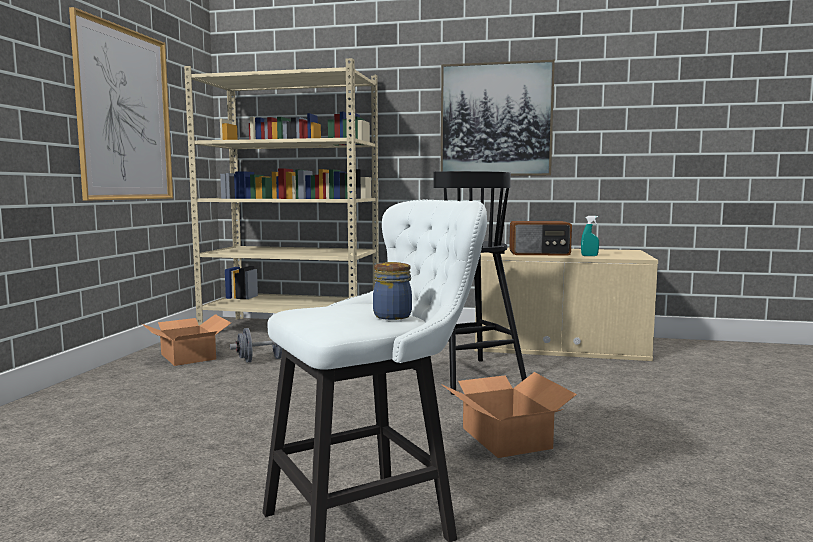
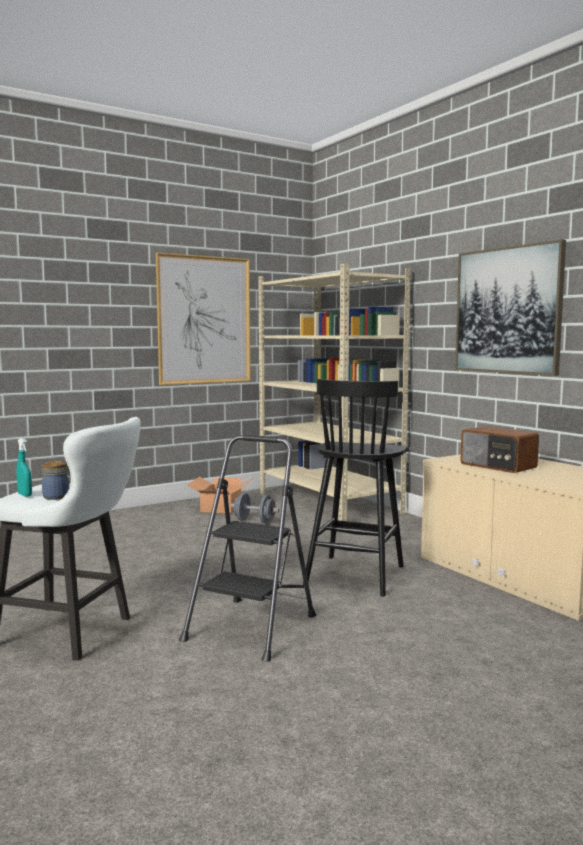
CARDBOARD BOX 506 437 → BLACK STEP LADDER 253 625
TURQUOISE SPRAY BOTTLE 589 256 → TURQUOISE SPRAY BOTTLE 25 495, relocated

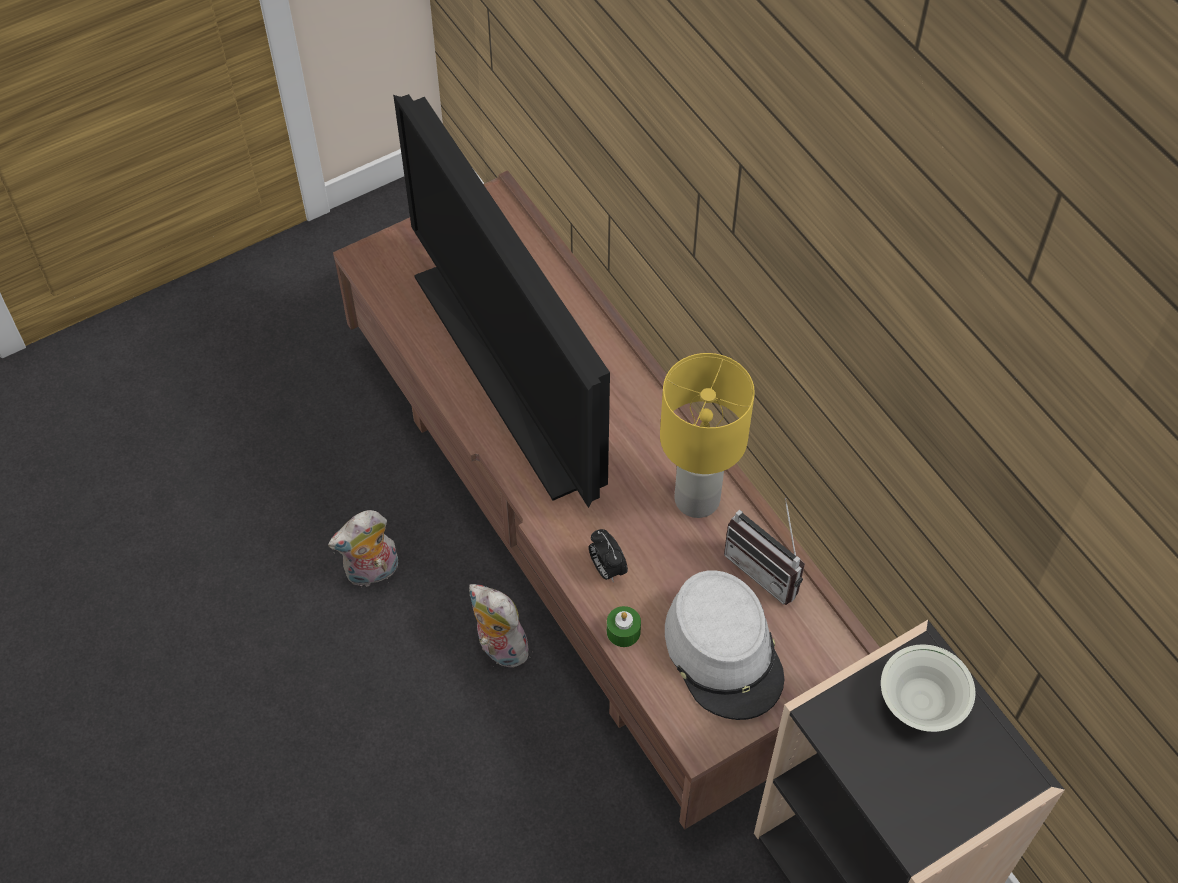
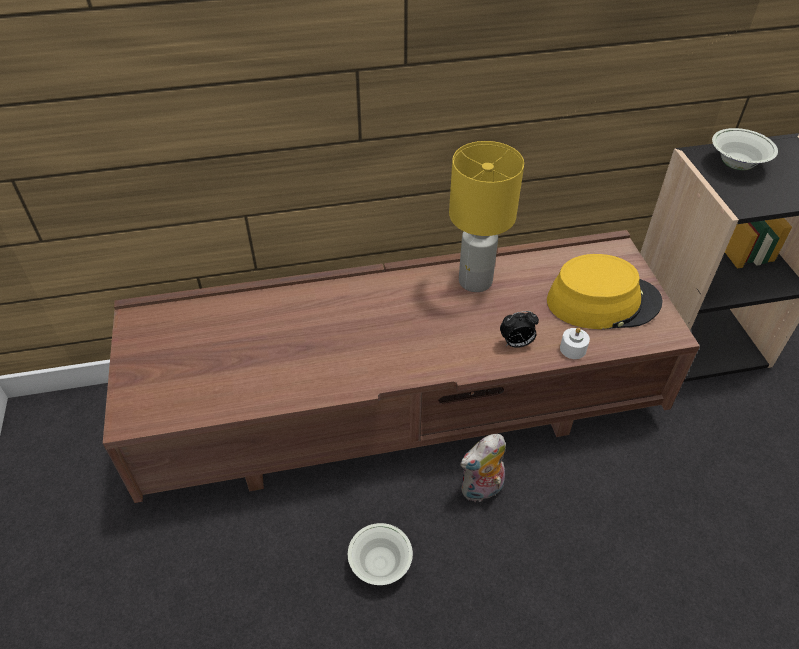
PLUSH TOY 372 573 → WHITE BOWL 380 564
TELEVISION 507 375 → -
GREEN CANDLE 623 631 → WHITE CANDLE 573 349
GREY HAT 724 652 → YELLOW HAT 603 301
RADIO 768 568 → -

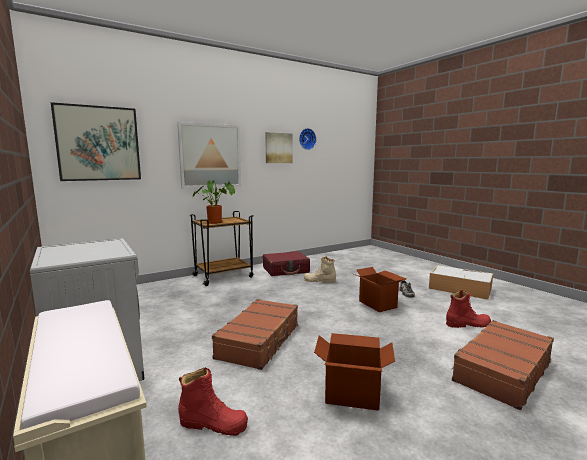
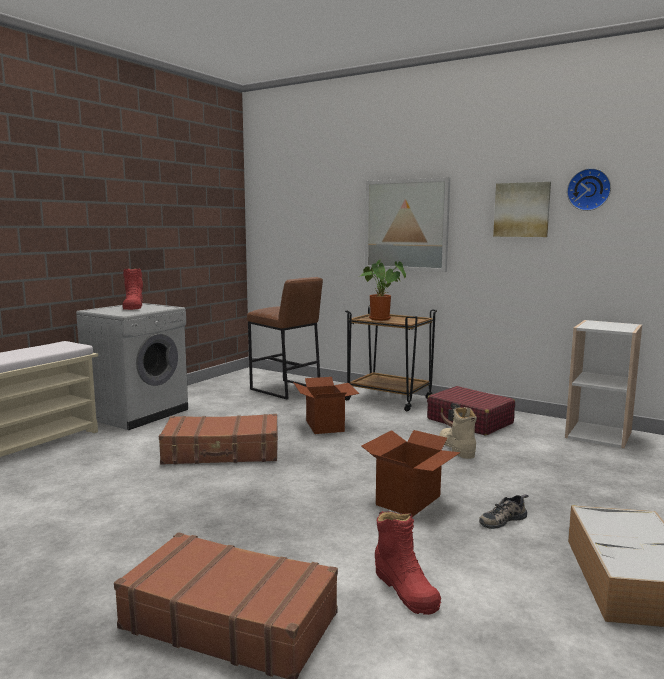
PICTURE 98 143 → -
RED BOOT 213 424 → RED BOOT 133 307, relocated
CARDBOARD BOX 352 394 → CARDBOARD BOX 325 426, relocated
- → BROWN STOOL 286 389
- → BOOKCASE 599 434

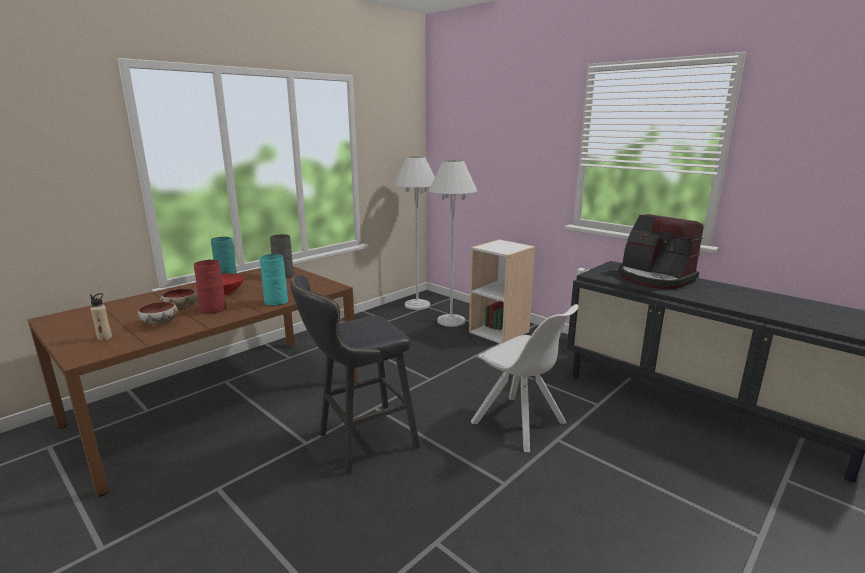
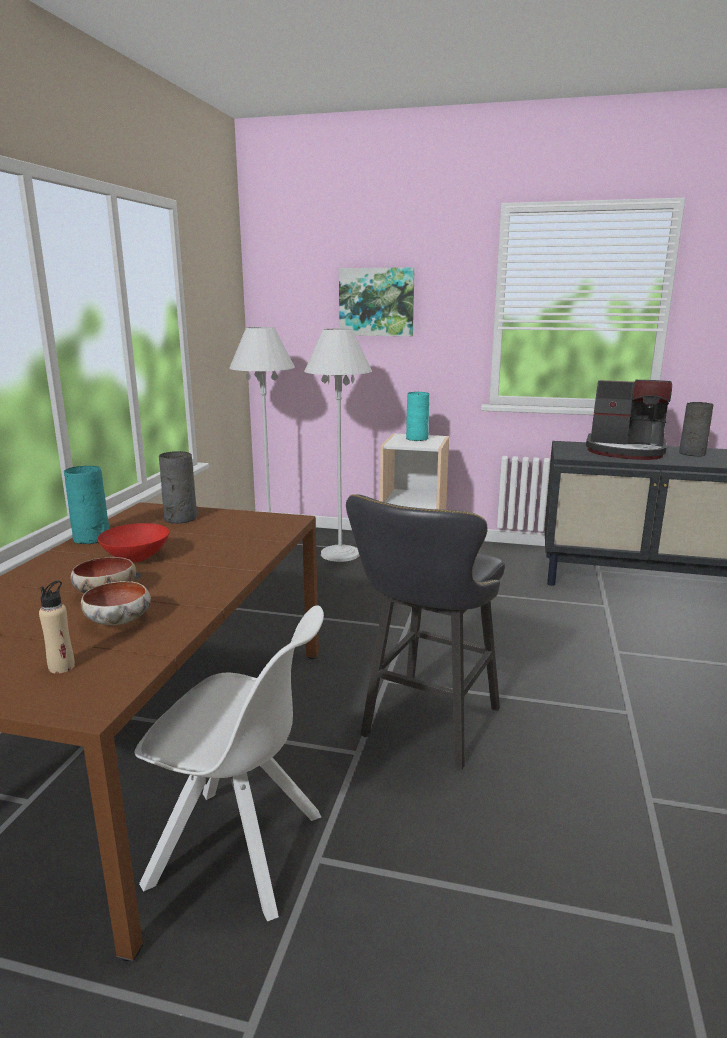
RED VASE 213 309 → -
TURQUOISE VASE 276 301 → TURQUOISE VASE 416 438, relocated
WHITE CHAIR 520 423 → WHITE CHAIR 240 850, relocated
- → PICTURE 376 302
- → GREY VASE 692 453

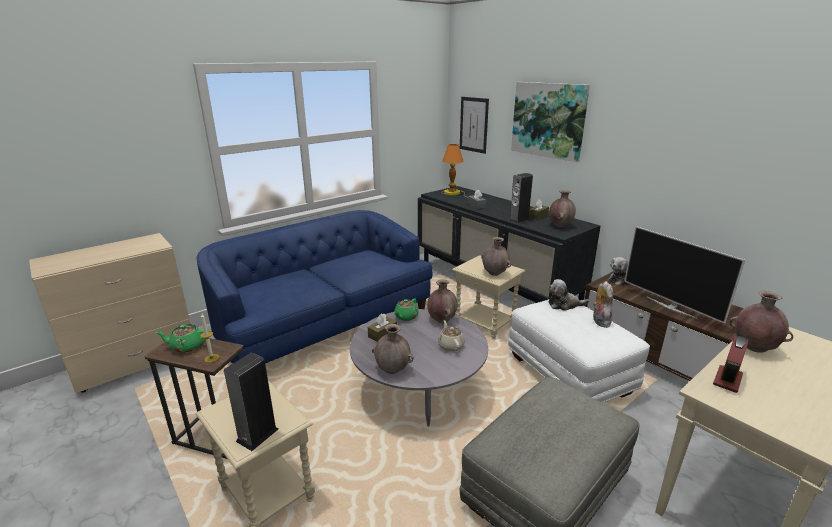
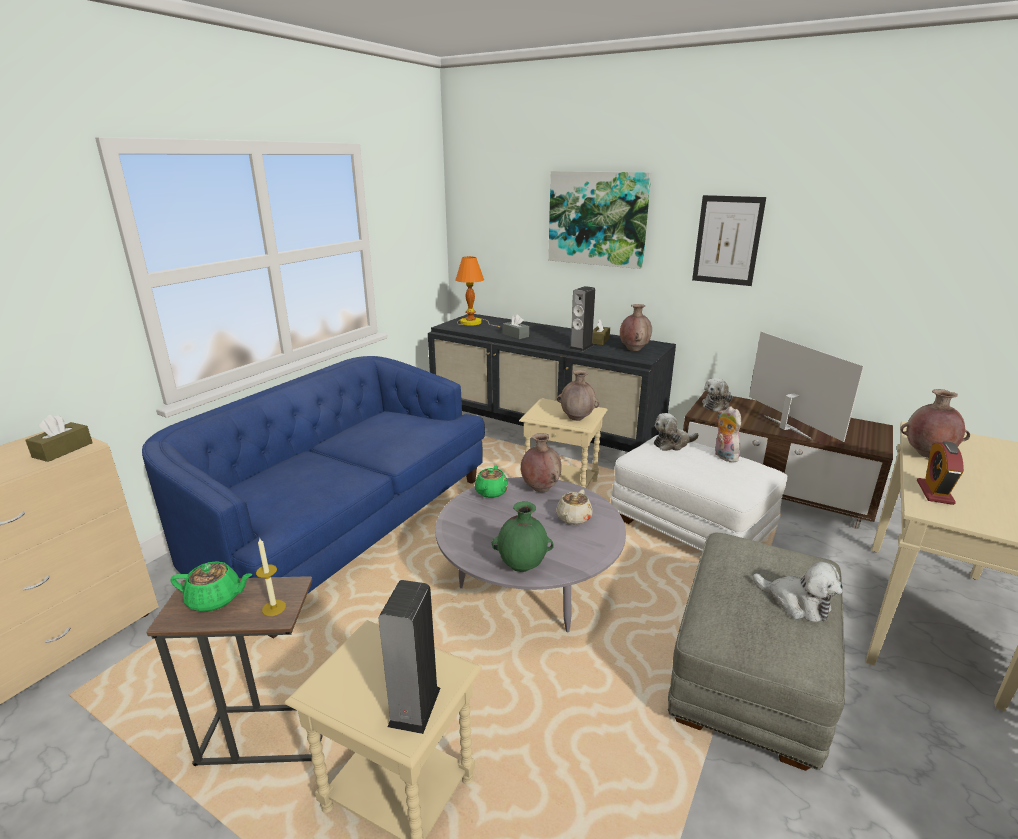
GREEN TEAPOT 187 346 → GREEN TEAPOT 216 599, 150 degrees counterclockwise
BROWN TISSUE BOX 382 334 → BROWN TISSUE BOX 63 450, relocated
BROWN VASE 393 370 → GREEN VASE 522 566
BEIGE TEAPOT 451 345 → BEIGE TEAPOT 573 518, 120 degrees counterclockwise
PICTURE 473 124 → PICTURE 727 240, relocated
TELEVISION 671 307 → TELEVISION 786 427, 150 degrees counterclockwise
- → PLUSH TOY 797 603

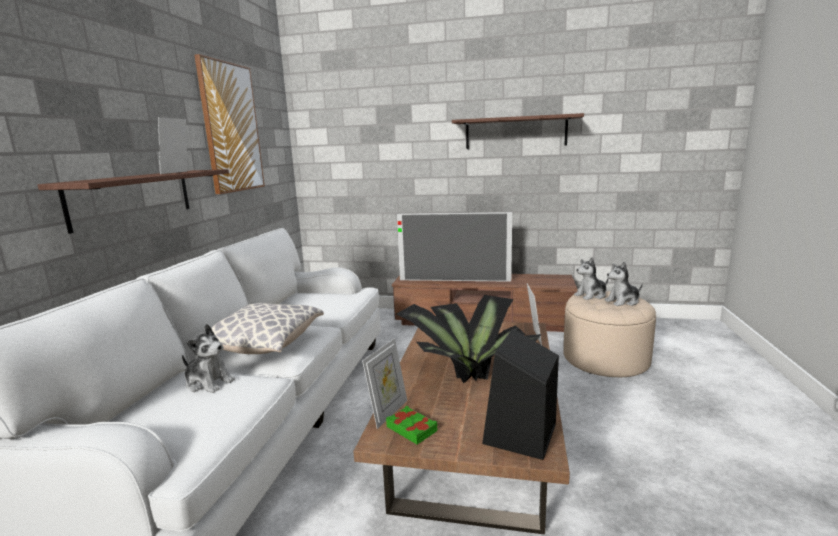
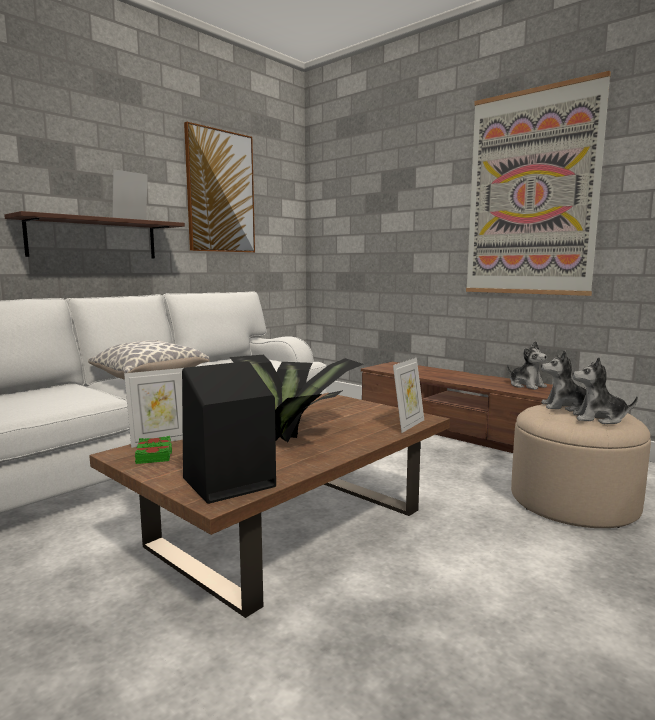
PLUSH TOY 209 382 → PLUSH TOY 526 385, relocated
TELEVISION 454 280 → -
SHELF 515 132 → PICTURE 531 194

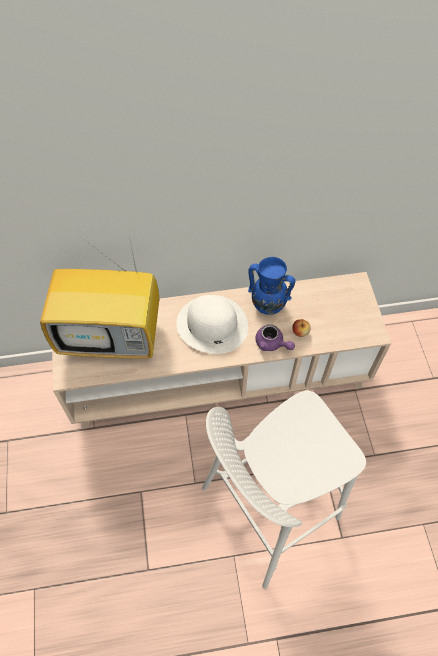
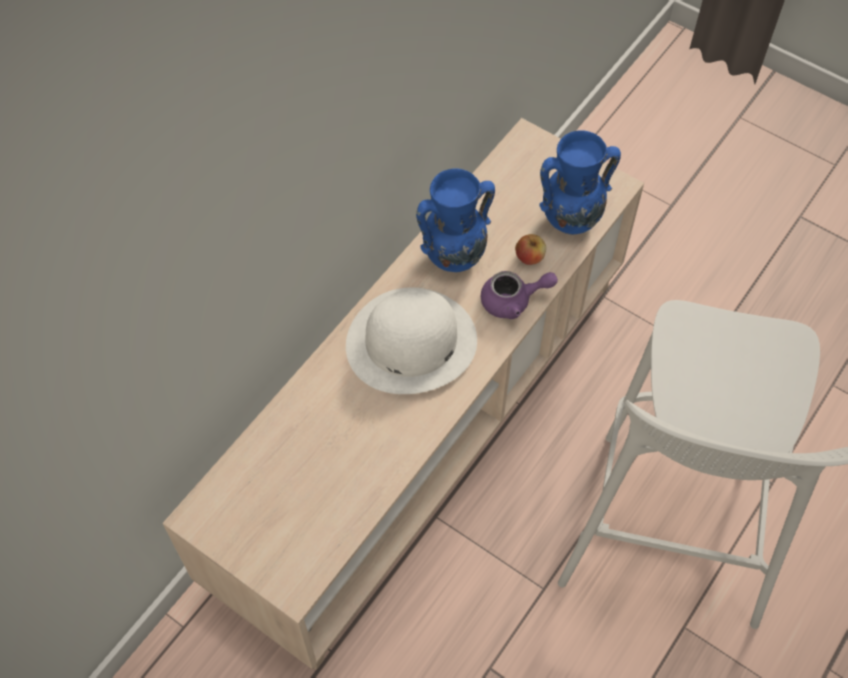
TELEVISION 113 336 → -
- → BLUE VASE 569 221

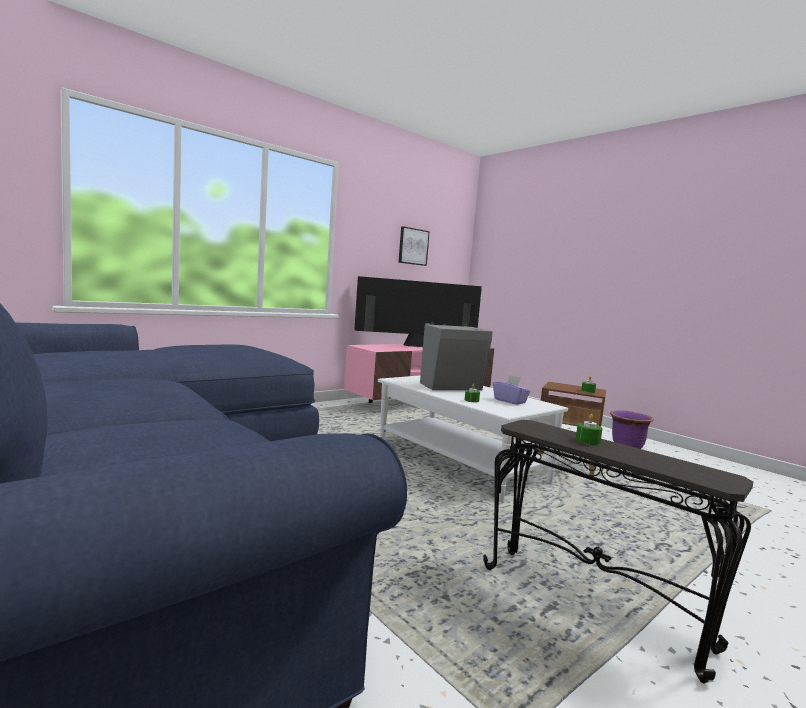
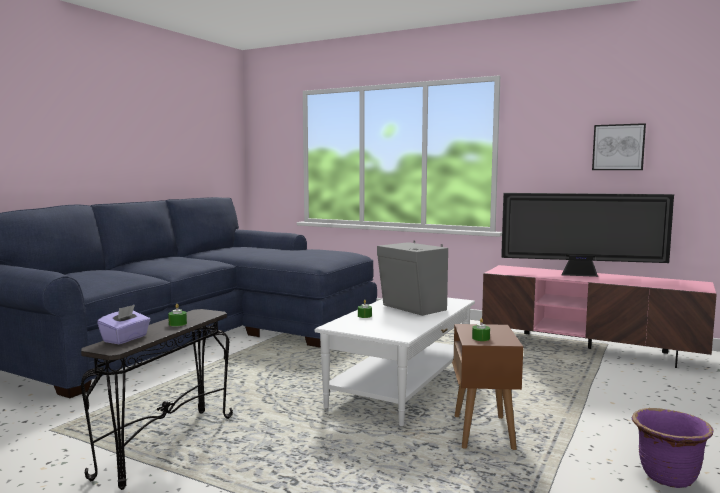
TELEVISION 415 346 → TELEVISION 581 275, 135 degrees clockwise
PURPLE TISSUE BOX 510 401 → PURPLE TISSUE BOX 125 339, relocated

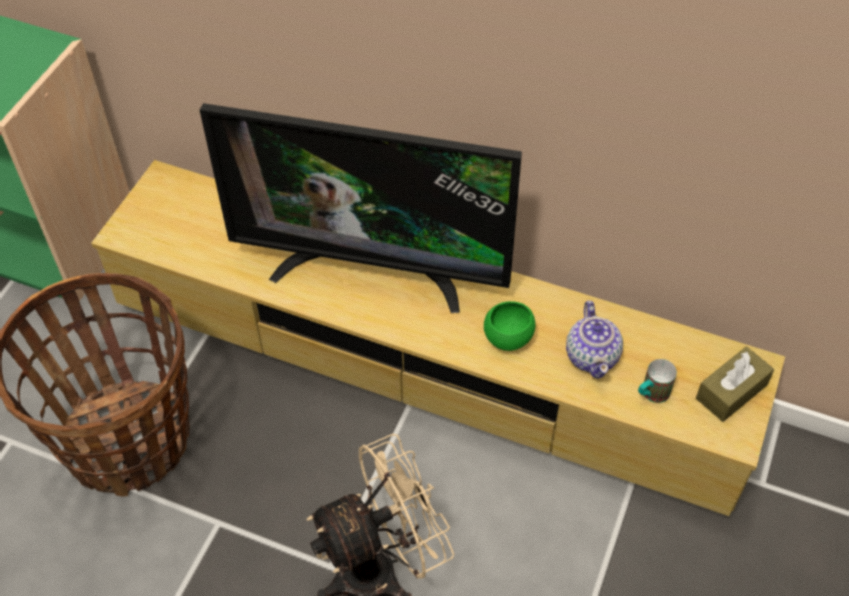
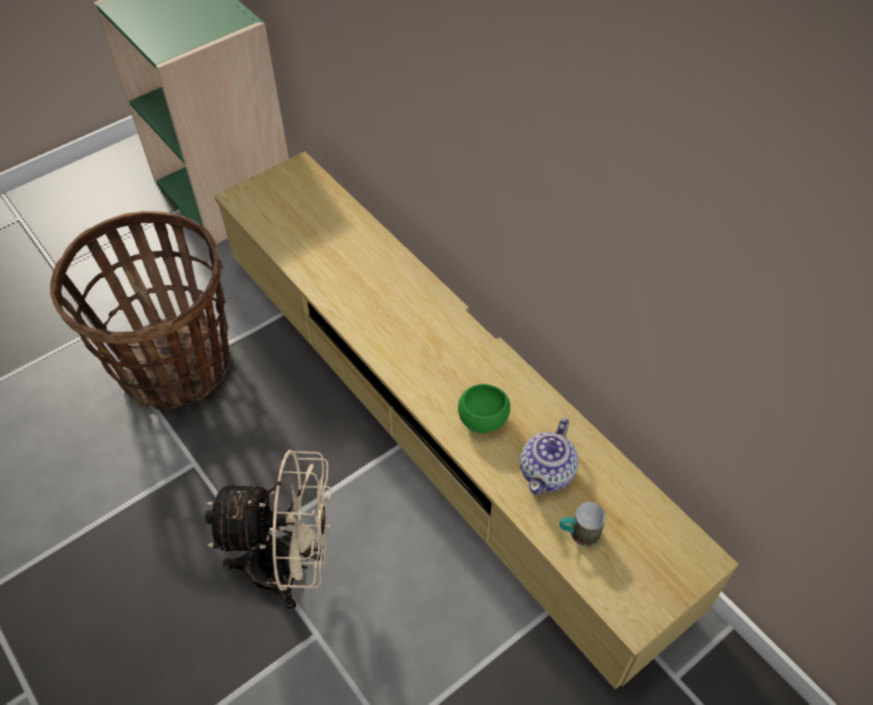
TELEVISION 372 269 → -
BROWN TISSUE BOX 731 391 → -

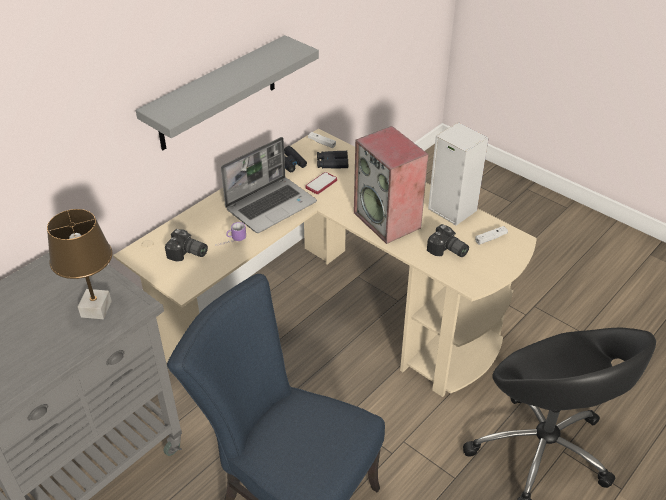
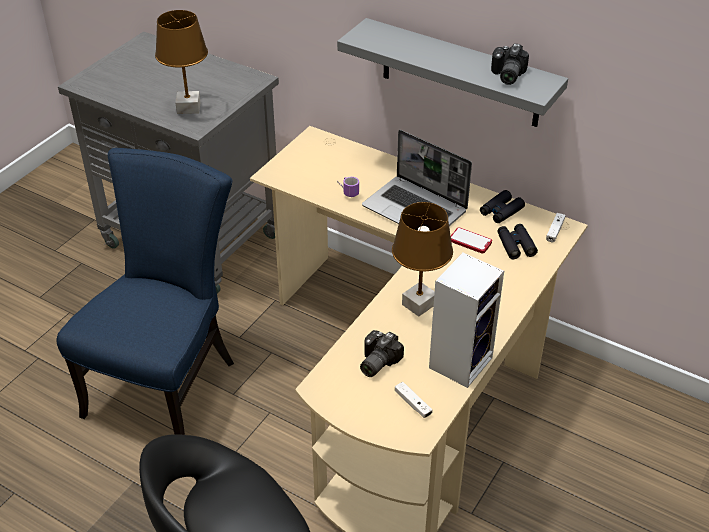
PHOTO CAMERA 187 254 → PHOTO CAMERA 506 75, relocated
SPEAKER 388 220 → BROWN TABLE LAMP 419 305

